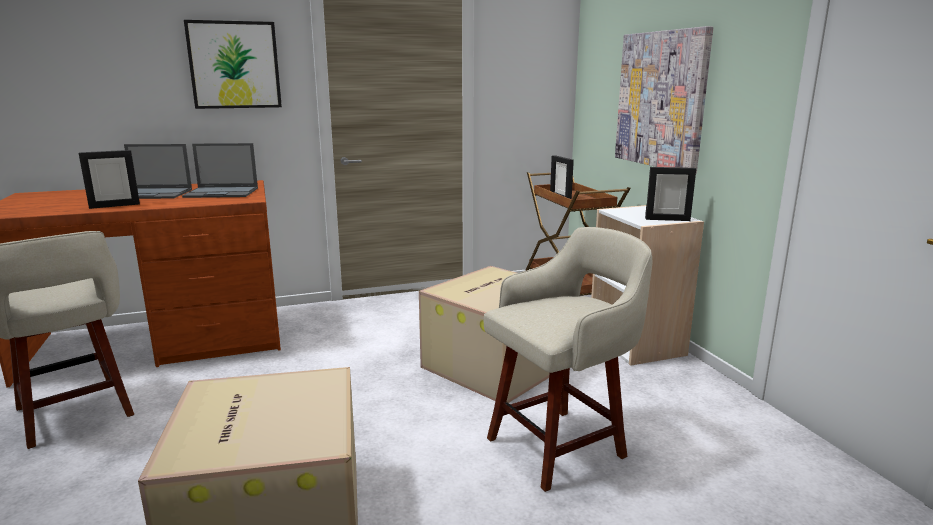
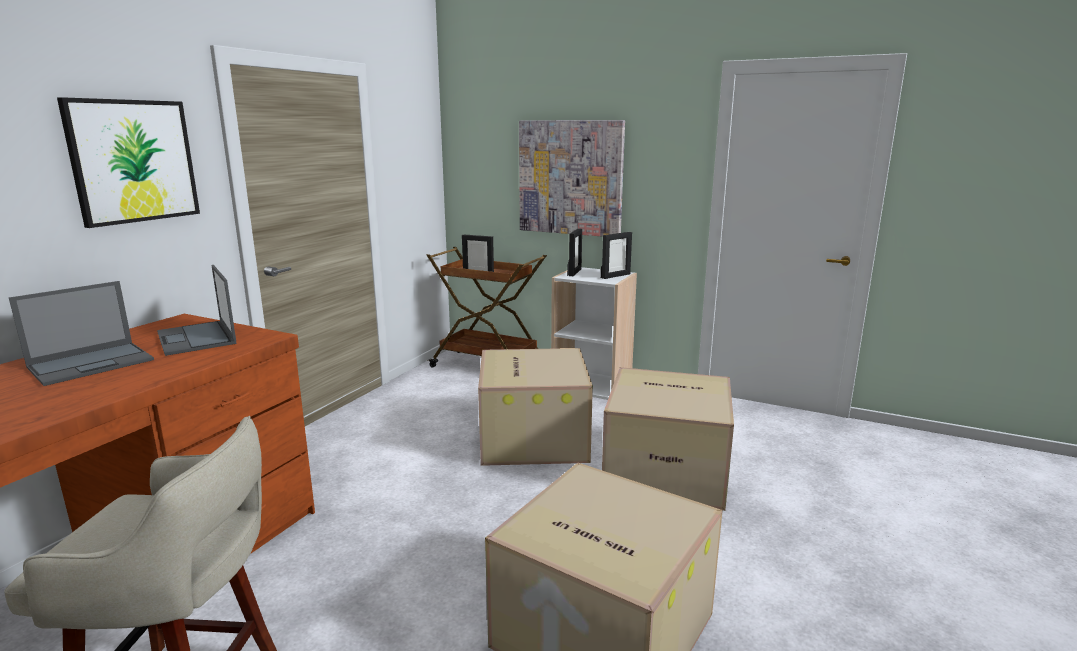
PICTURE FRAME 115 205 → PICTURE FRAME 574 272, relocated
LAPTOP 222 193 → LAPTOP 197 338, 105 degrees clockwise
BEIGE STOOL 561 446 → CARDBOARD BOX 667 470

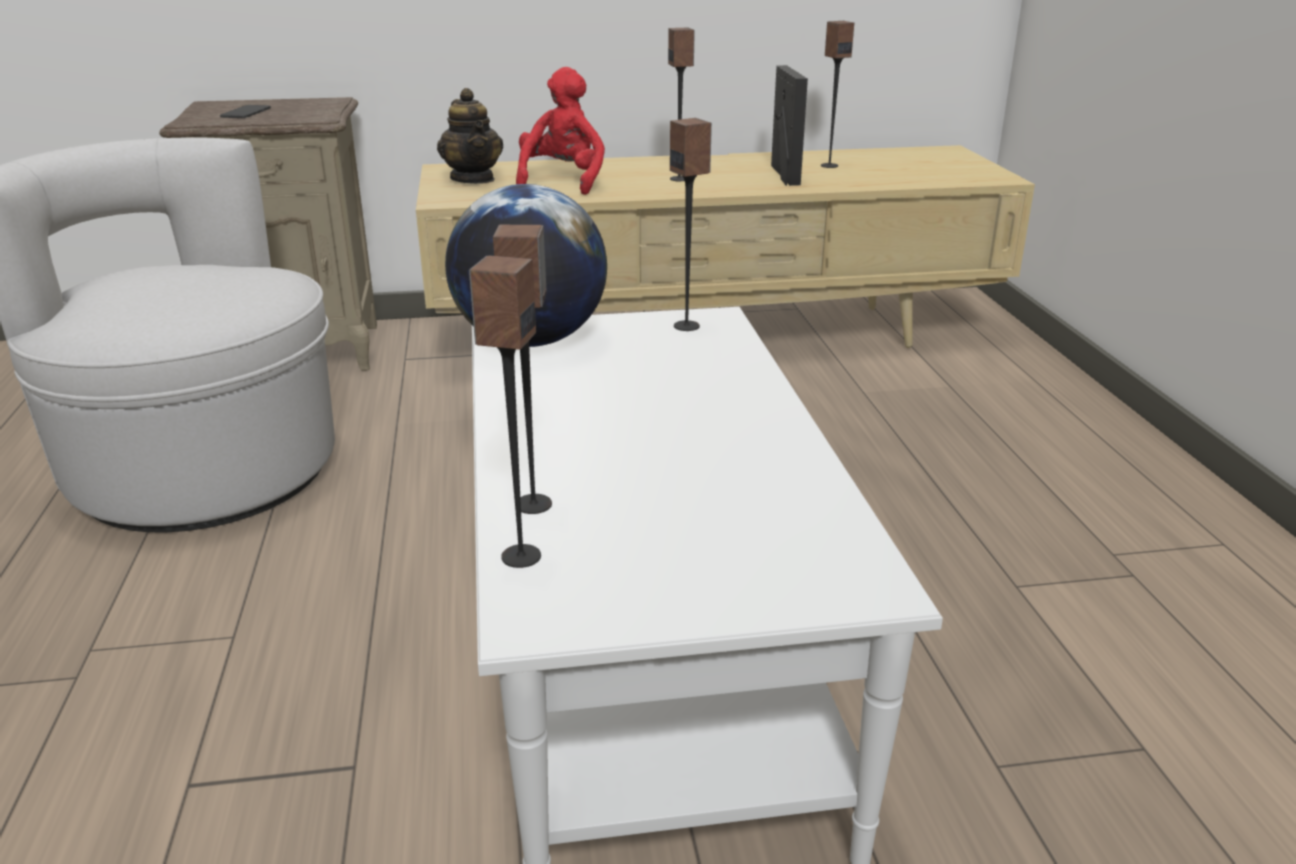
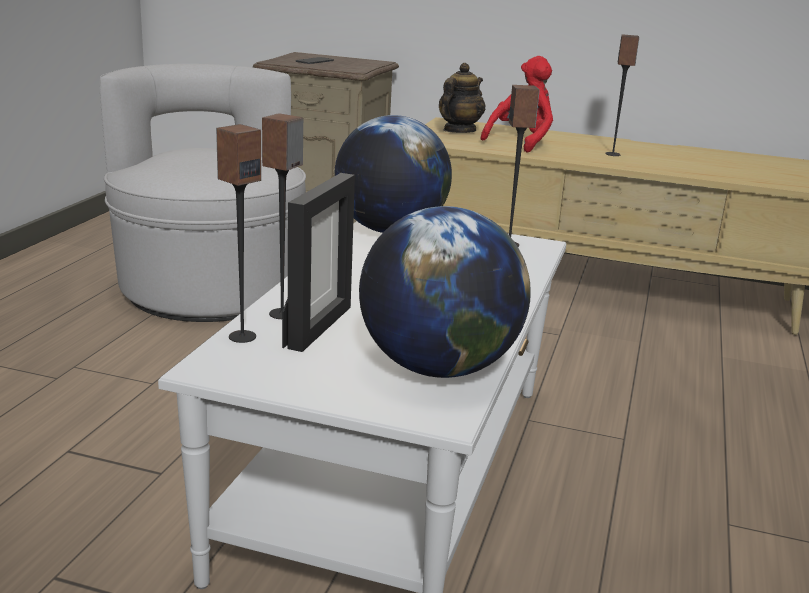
TEAPOT 473 179 → TEAPOT 459 131, 150 degrees counterclockwise
PICTURE FRAME 783 175 → PICTURE FRAME 318 326, relocated
SPEAKER 829 165 → -
- → GLOBE 438 368

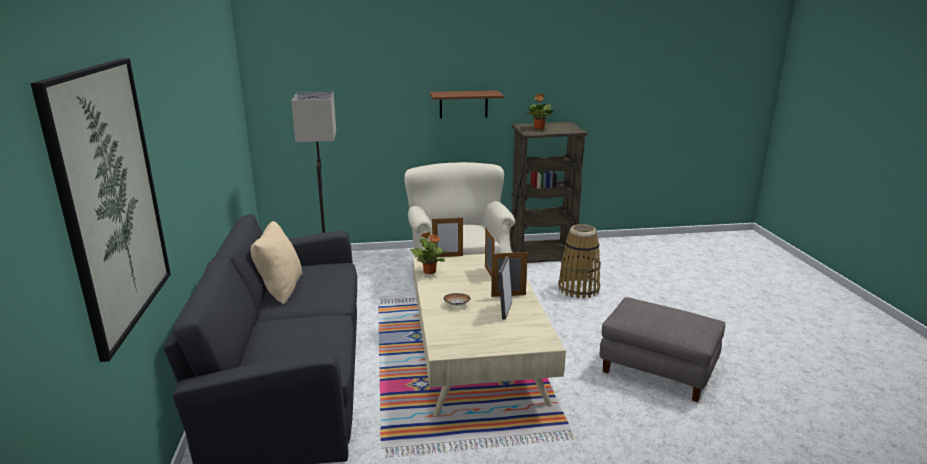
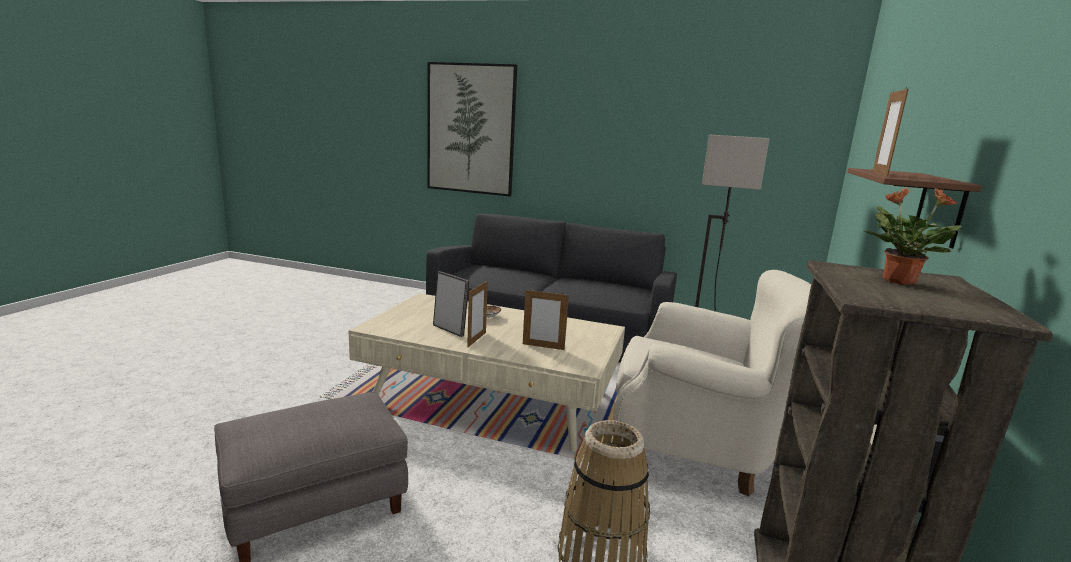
BEIGE PILLOW 280 289 → -
POTTED PLANT 429 271 → -
PICTURE FRAME 447 256 → PICTURE FRAME 879 174, relocated

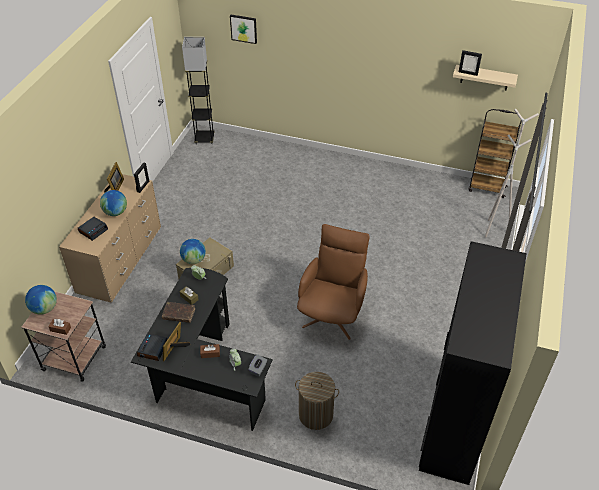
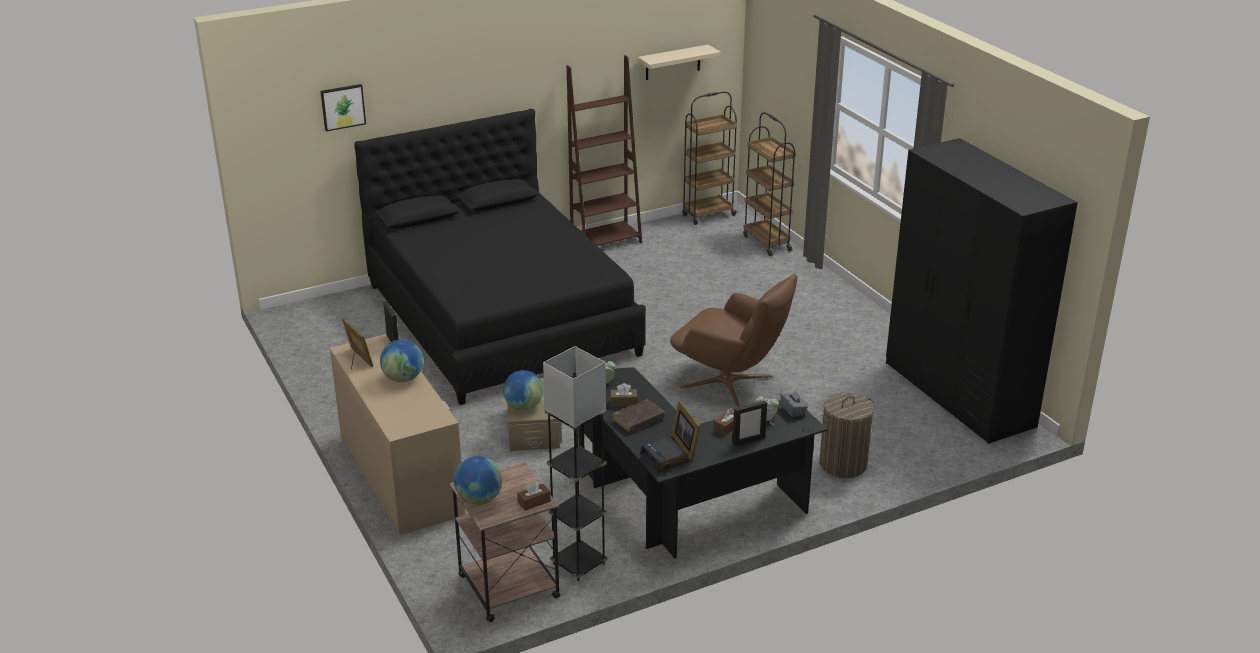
ALARM CLOCK 93 230 → -
GREY FLOOR LAMP 204 139 → GREY FLOOR LAMP 579 564, relocated
BROWN ARMCHAIR 333 314 → BROWN ARMCHAIR 729 384, 150 degrees clockwise
PICTURE FRAME 468 73 → PICTURE FRAME 748 440, relocated
GREY CLOTHES RACK 494 230 → BROWN CART 767 243
- → BLACK BED 501 319
- → BROWN BOOKCASE 606 242

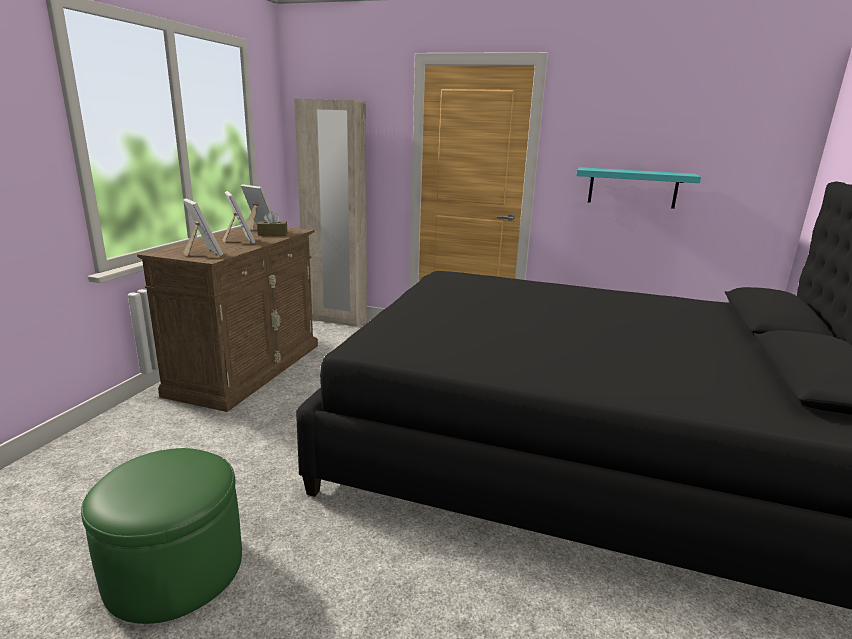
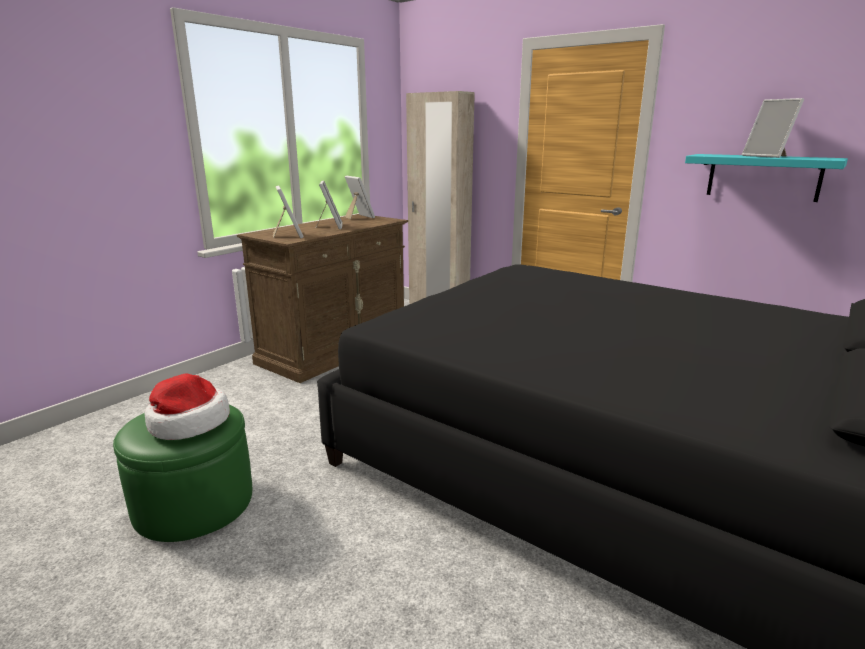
BROWN TISSUE BOX 272 234 → -
- → HAT 187 423
- → PICTURE FRAME 768 156

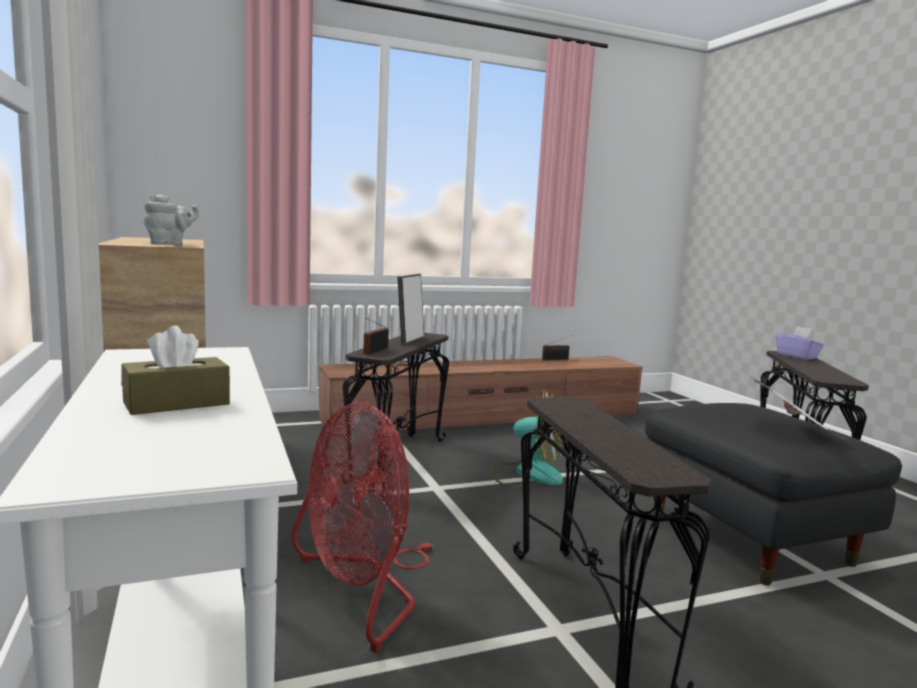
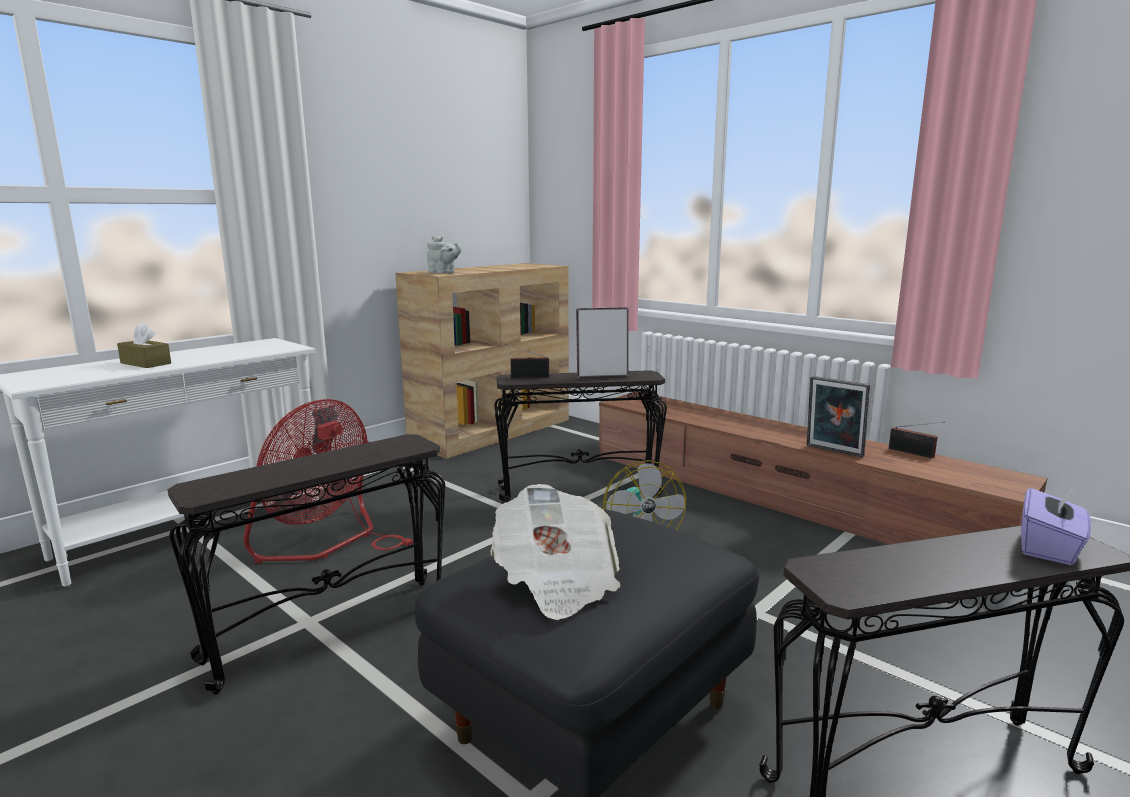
- → PICTURE FRAME 833 451

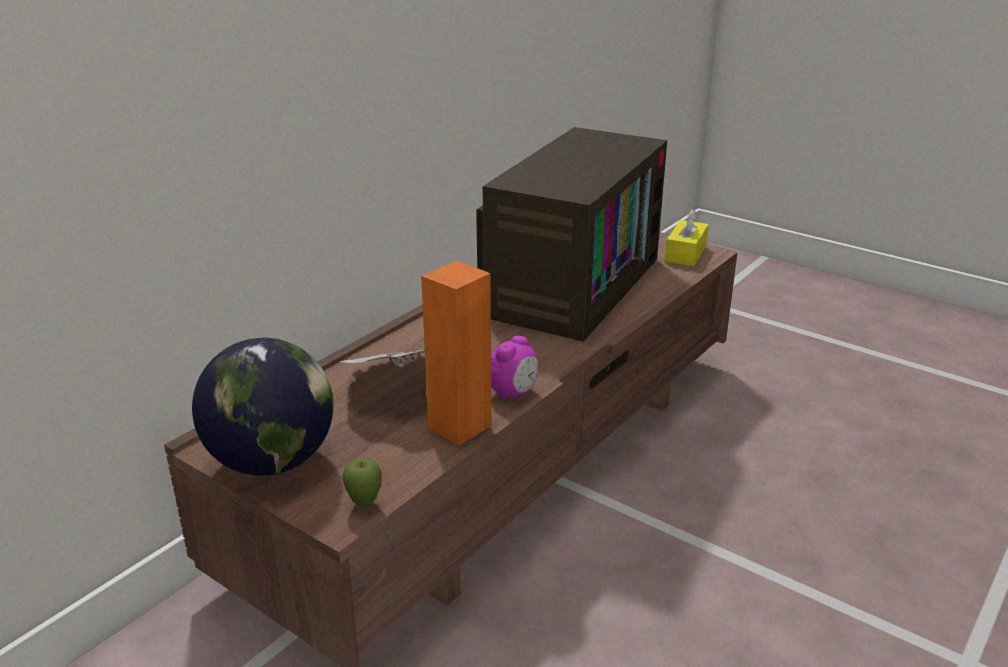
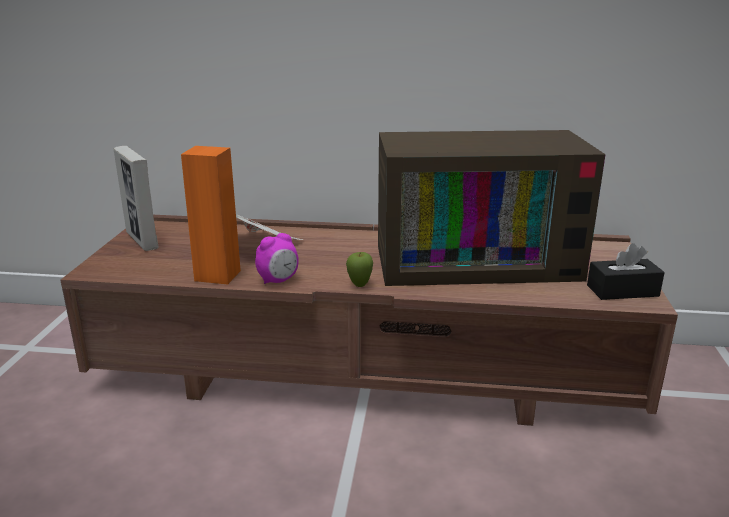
GLOBE 272 462 → PICTURE FRAME 142 240
APPLE 364 503 → APPLE 359 285, relocated
ALARM CLOCK 513 393 → ALARM CLOCK 278 280, 45 degrees counterclockwise
YELLOW TISSUE BOX 685 253 → BLACK TISSUE BOX 622 291

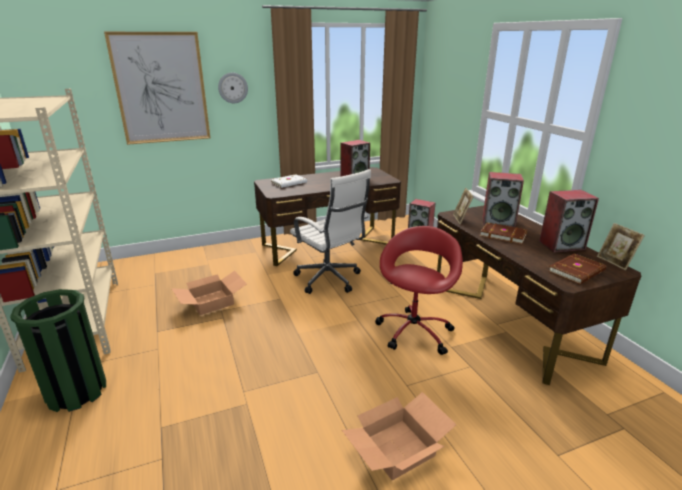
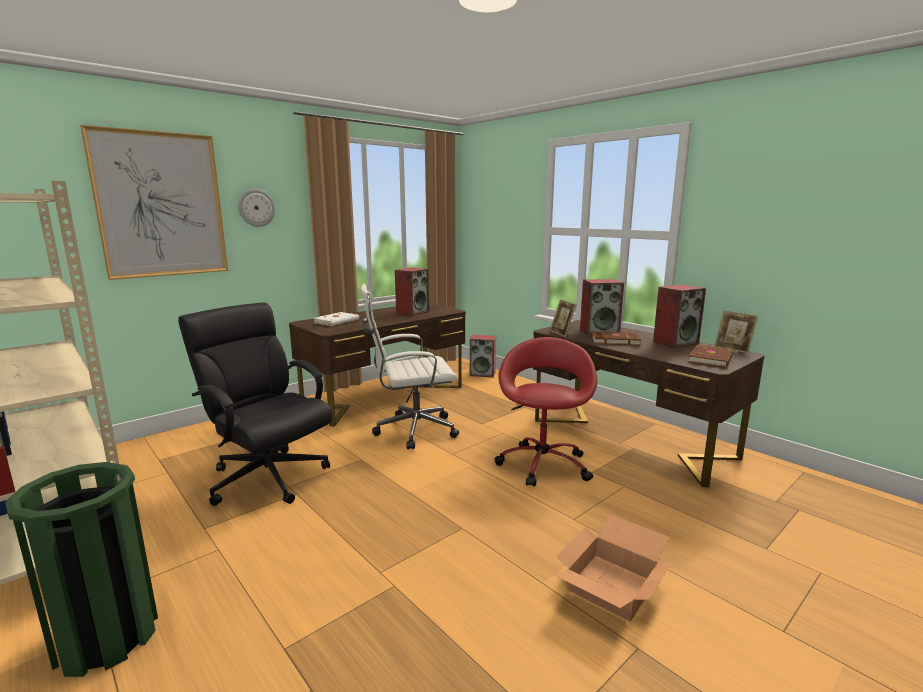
CARDBOARD BOX 212 301 → BLACK OFFICE CHAIR 268 478
WHITE OFFICE CHAIR 330 280 → WHITE OFFICE CHAIR 411 431, 135 degrees clockwise

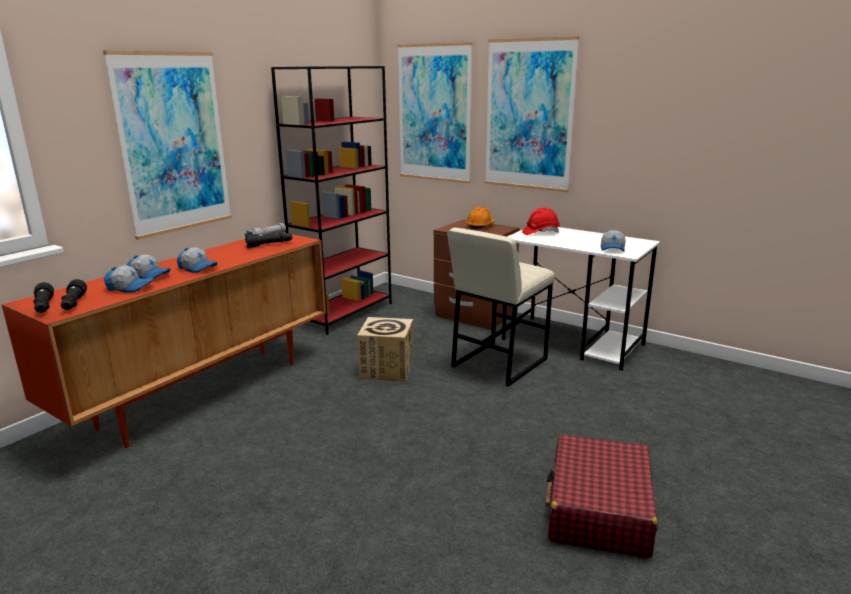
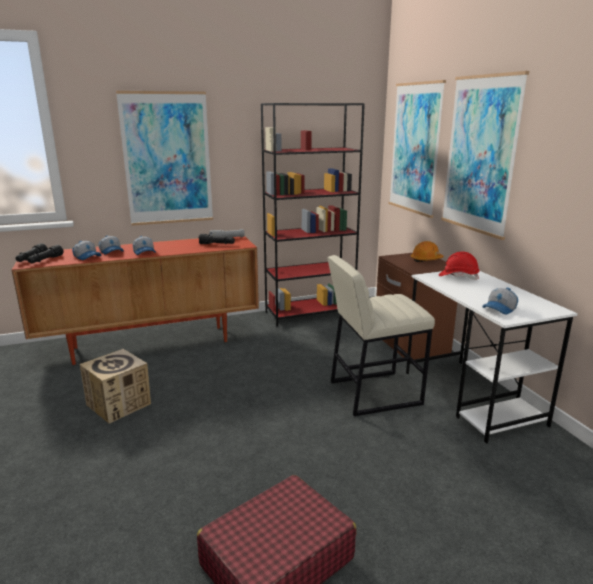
CARDBOARD BOX 387 369 → CARDBOARD BOX 119 404, relocated

